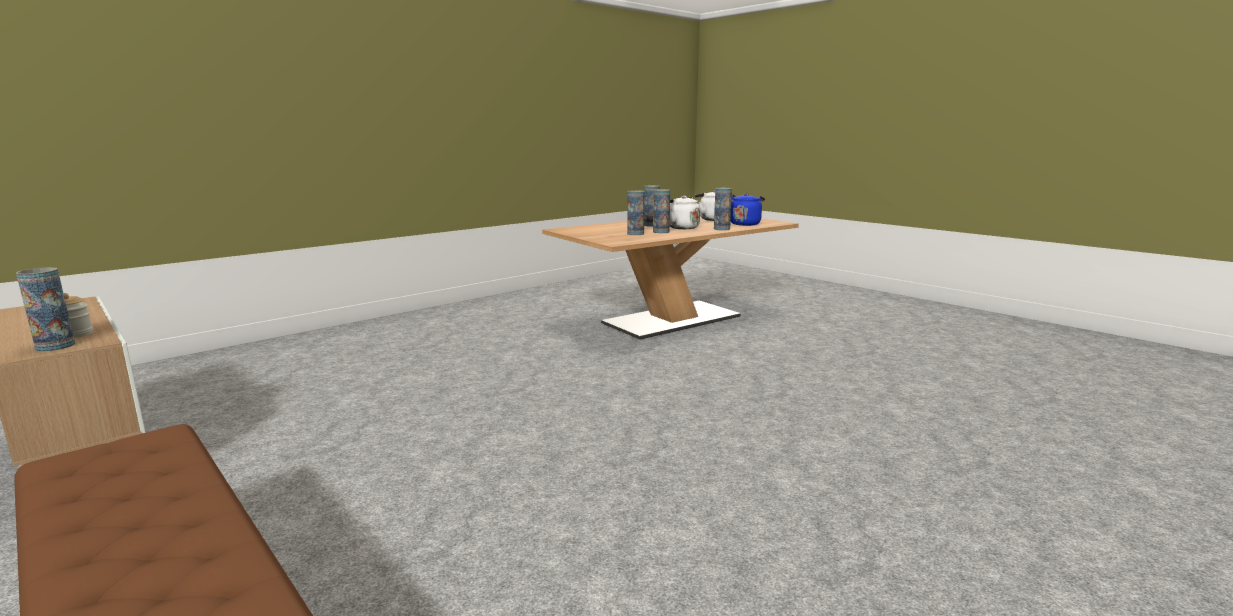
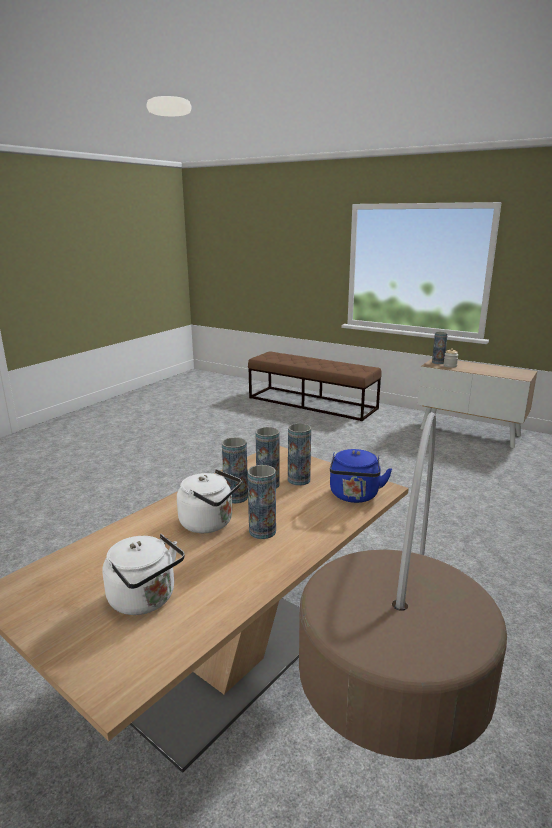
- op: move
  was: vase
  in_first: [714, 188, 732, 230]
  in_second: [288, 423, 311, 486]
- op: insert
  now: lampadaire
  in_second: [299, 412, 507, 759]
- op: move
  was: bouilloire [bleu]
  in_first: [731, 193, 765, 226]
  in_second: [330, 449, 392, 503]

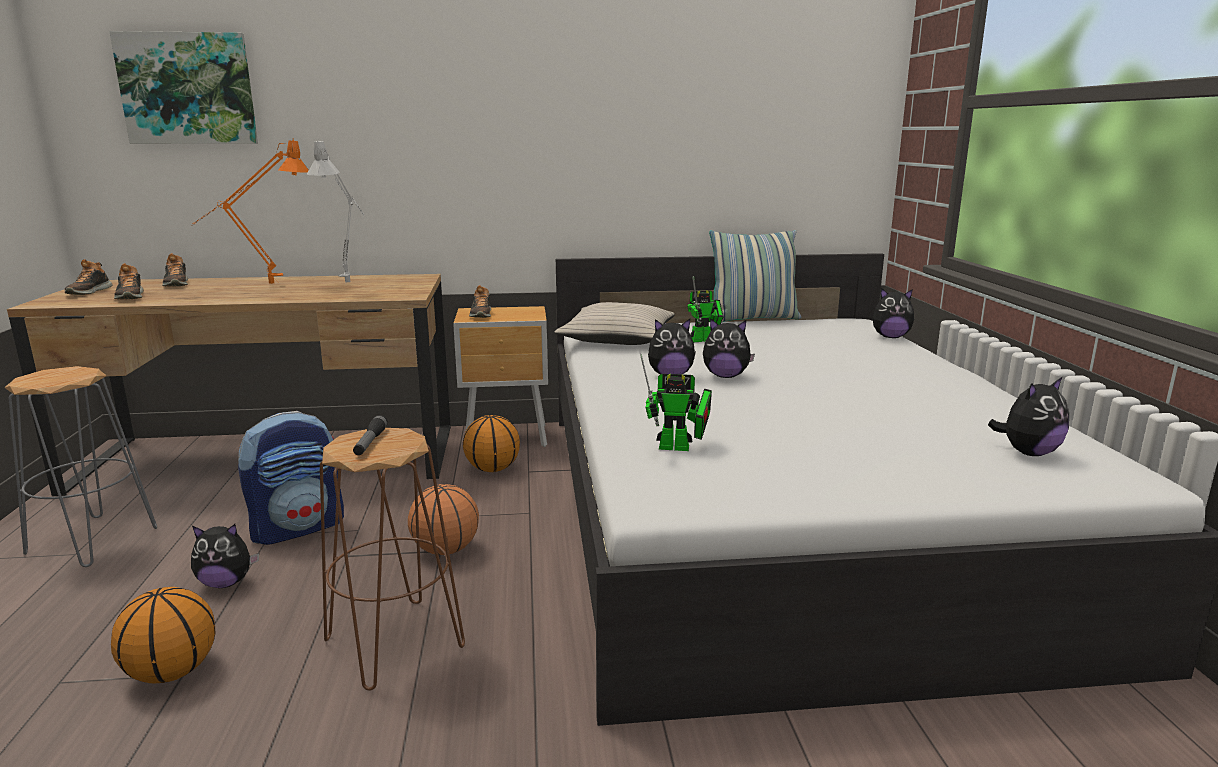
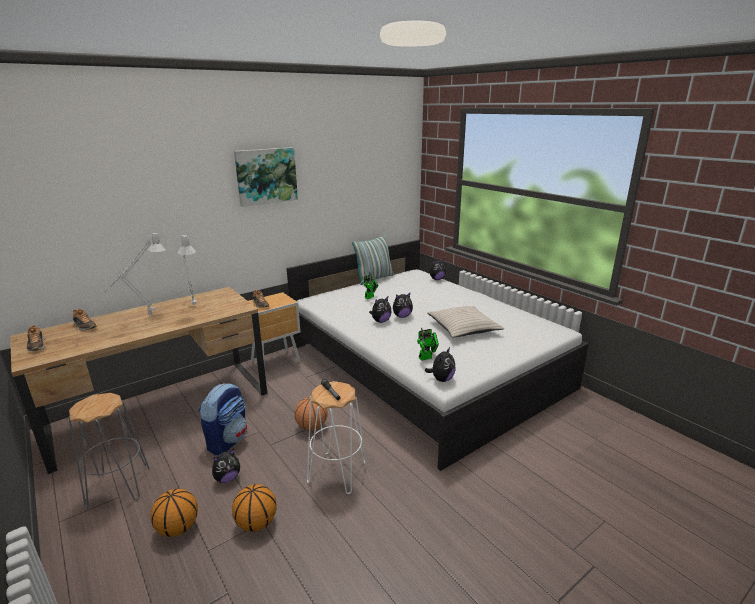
- op: recolor
  was: lampe de table [orange]
  now: lampe de table [gris]
  in_first: [192, 139, 309, 284]
  in_second: [107, 233, 166, 315]
- op: move
  was: ballon de basket
  in_first: [463, 415, 520, 472]
  in_second: [150, 489, 198, 537]
- op: move
  was: tableau
  in_first: [109, 31, 258, 144]
  in_second: [234, 147, 298, 207]
- op: recolor
  was: tabouret [marron]
  now: tabouret [blanc]
  in_first: [320, 428, 465, 691]
  in_second: [307, 381, 366, 494]
- op: move
  was: peluche
  in_first: [988, 376, 1069, 456]
  in_second: [425, 347, 456, 382]
- op: move
  was: coussin [beige]
  in_first: [555, 302, 675, 345]
  in_second: [427, 306, 504, 337]
- op: delete
  was: chaussure
  in_first: [114, 263, 144, 299]

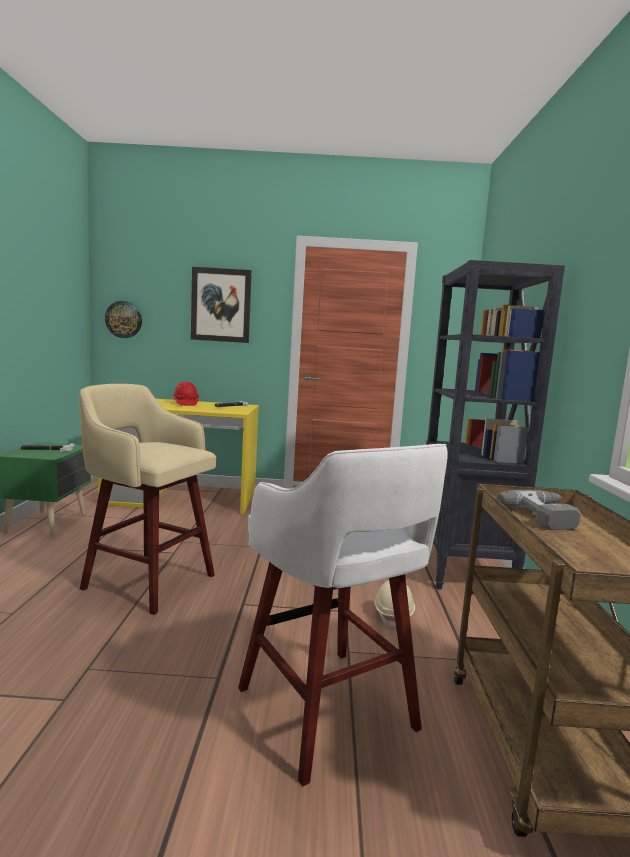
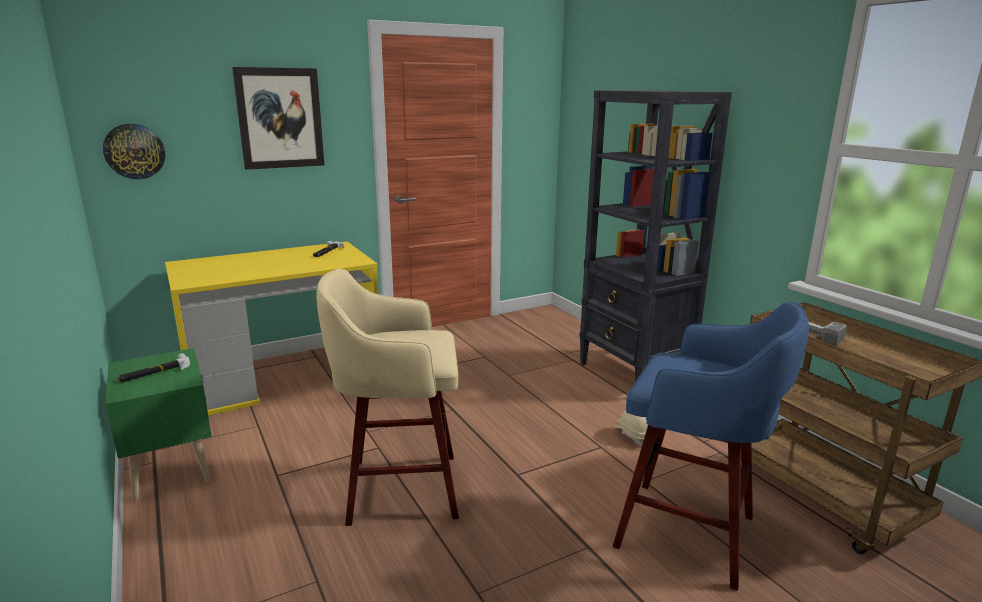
- op: recolor
  was: tabouret [blanc]
  now: tabouret [bleu]
  in_first: [238, 444, 448, 786]
  in_second: [613, 302, 809, 591]
- op: delete
  was: casque de chantier [rouge]
  in_first: [173, 382, 199, 406]

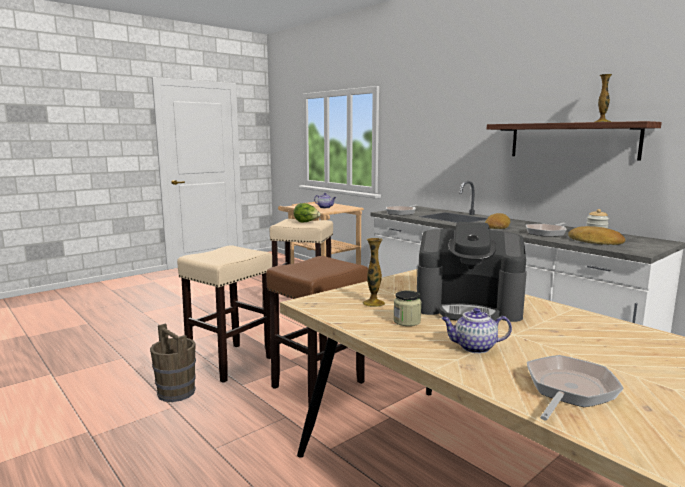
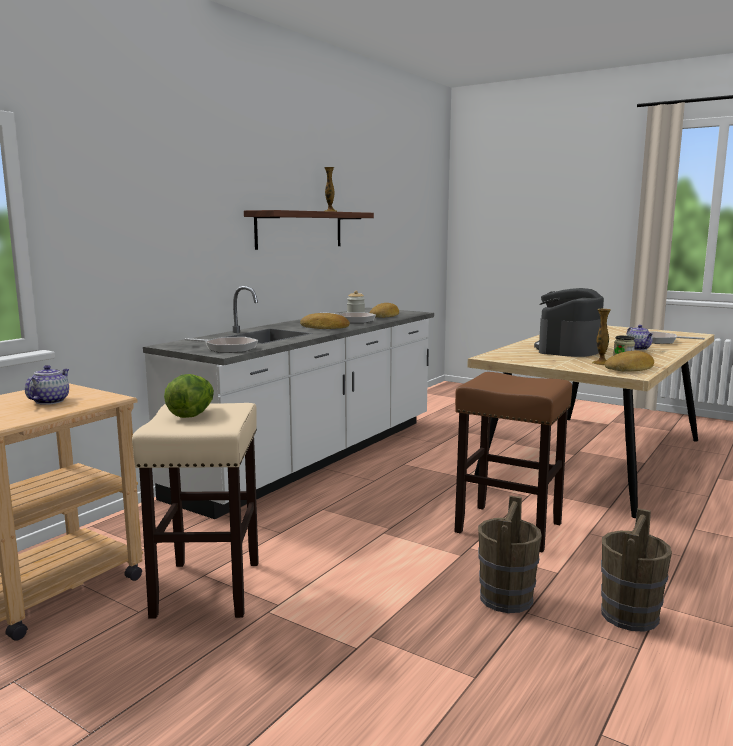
- op: replace
  was: tabouret [beige]
  now: seau [marron]
  in_first: [177, 245, 272, 383]
  in_second: [478, 496, 542, 613]
- op: rotate
  was: machine à café
  in_first: [417, 222, 527, 322]
  in_second: [534, 288, 604, 357]
  clockwise: -150
- op: insert
  now: pain
  in_second: [605, 351, 654, 372]

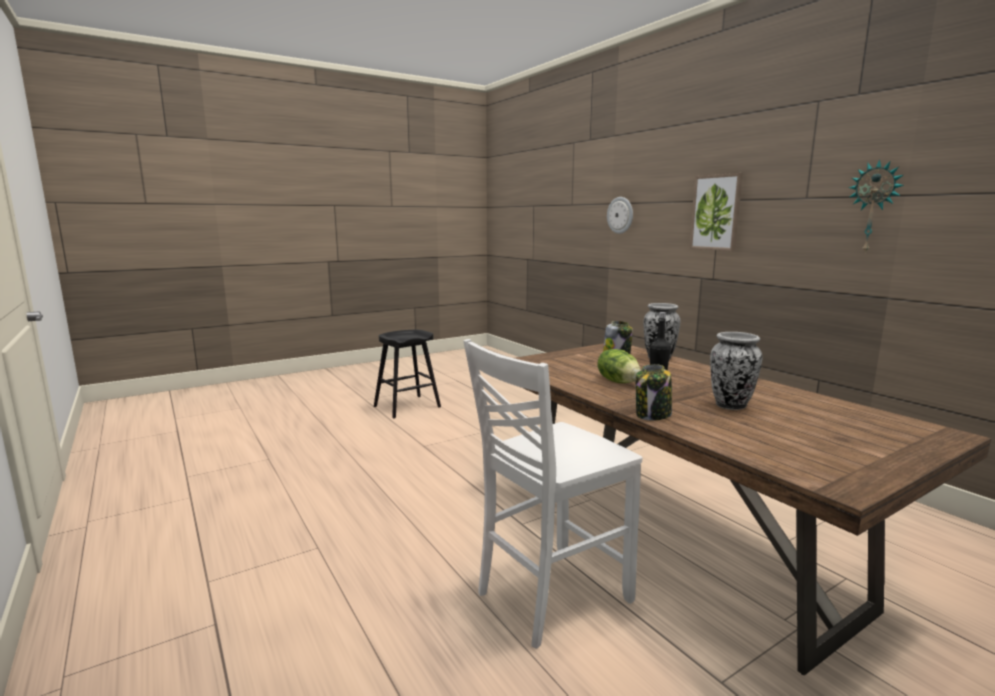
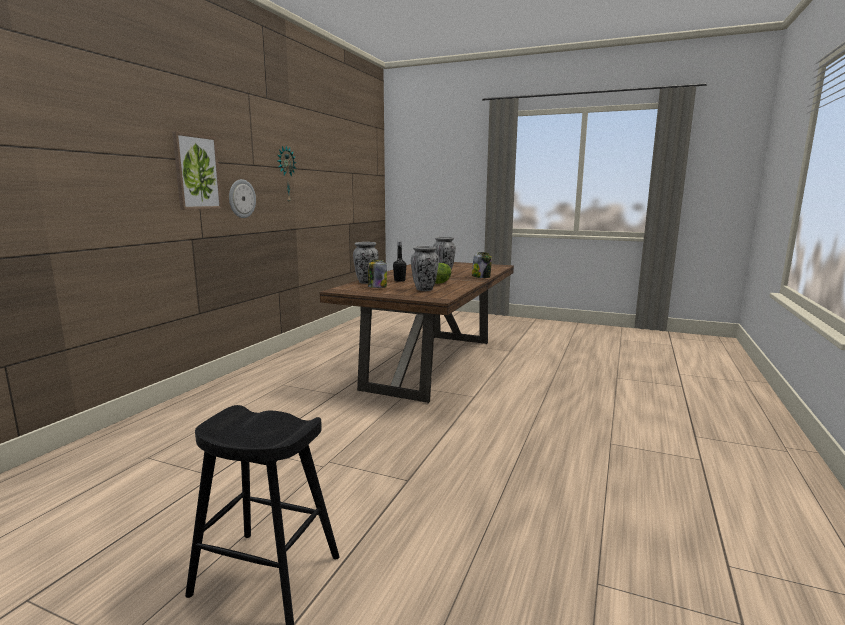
- op: move
  was: horloge murale
  in_first: [607, 197, 633, 234]
  in_second: [229, 179, 256, 218]
- op: insert
  now: vase
  in_second: [411, 246, 439, 291]
- op: delete
  was: chaise [blanc]
  in_first: [463, 339, 642, 649]

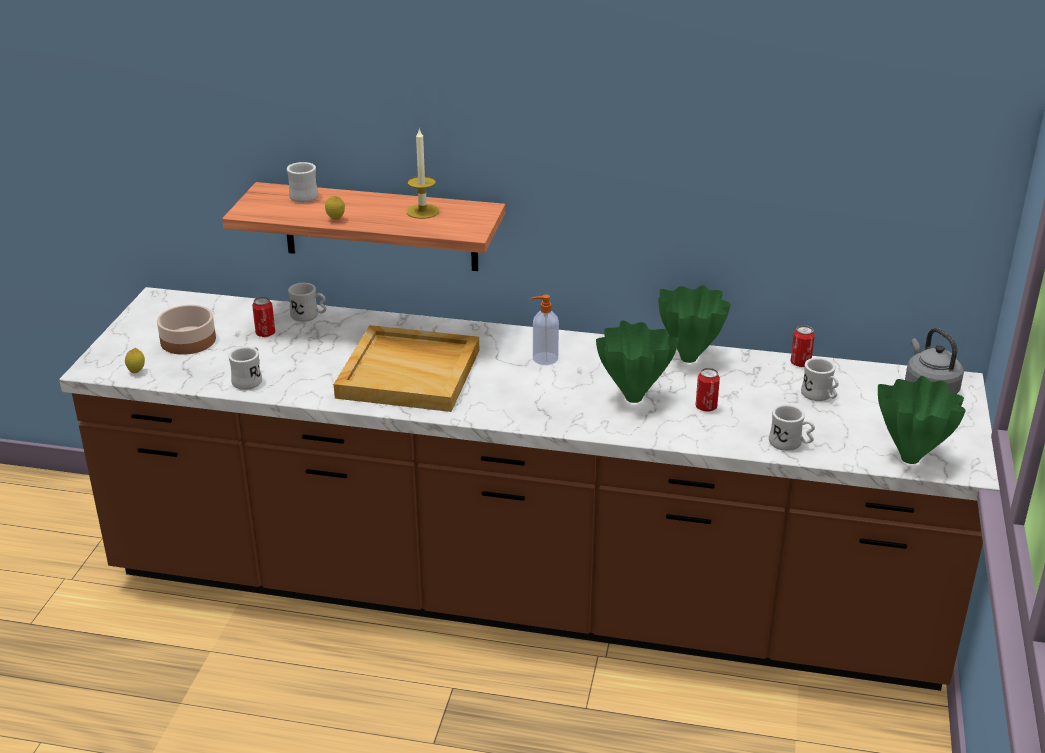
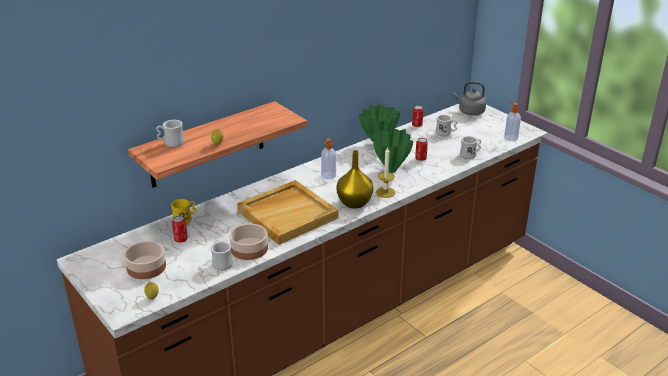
- op: recolor
  was: mug [blanc]
  now: mug [jaune]
  in_first: [288, 283, 327, 322]
  in_second: [171, 199, 196, 225]
- op: insert
  now: bol
  in_second: [229, 224, 268, 260]
- op: insert
  now: vase [jaune]
  in_second: [336, 150, 373, 209]
- op: move
  was: bougie
  in_first: [407, 128, 439, 219]
  in_second: [376, 147, 395, 198]
- op: replace
  was: vase [vert]
  now: distributeur de savon
  in_first: [878, 376, 966, 464]
  in_second: [504, 101, 521, 141]

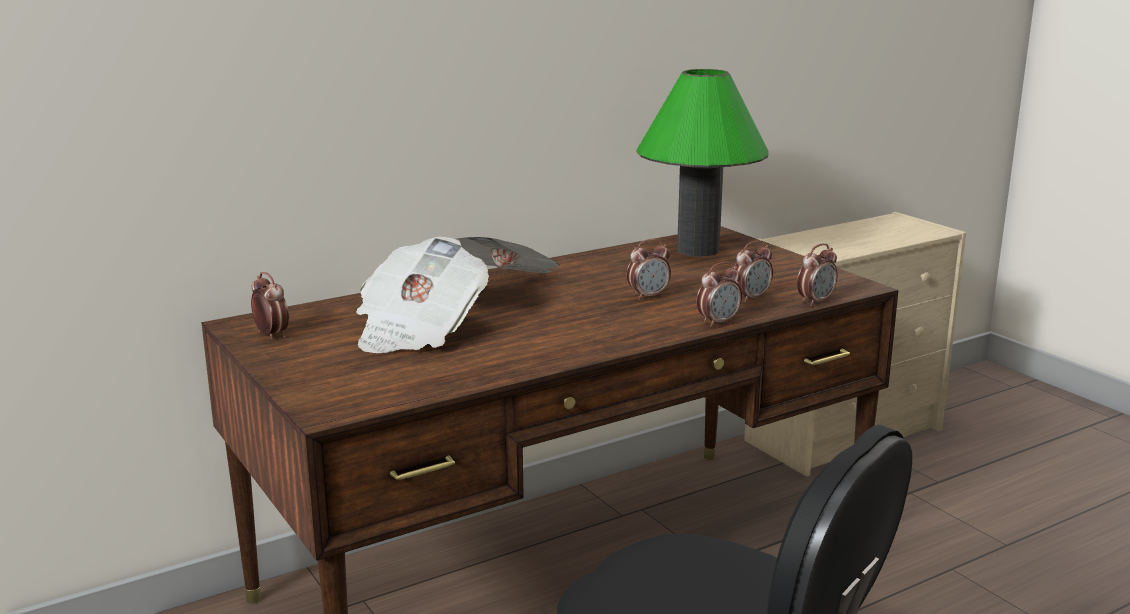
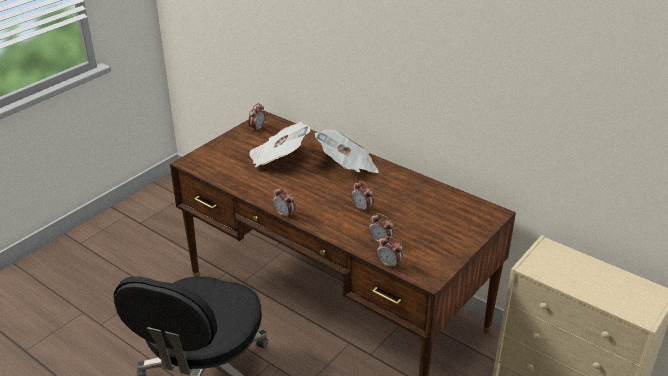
- op: move
  was: réveil
  in_first: [696, 262, 742, 327]
  in_second: [273, 187, 296, 219]
- op: delete
  was: lampe de table [vert]
  in_first: [636, 69, 769, 257]

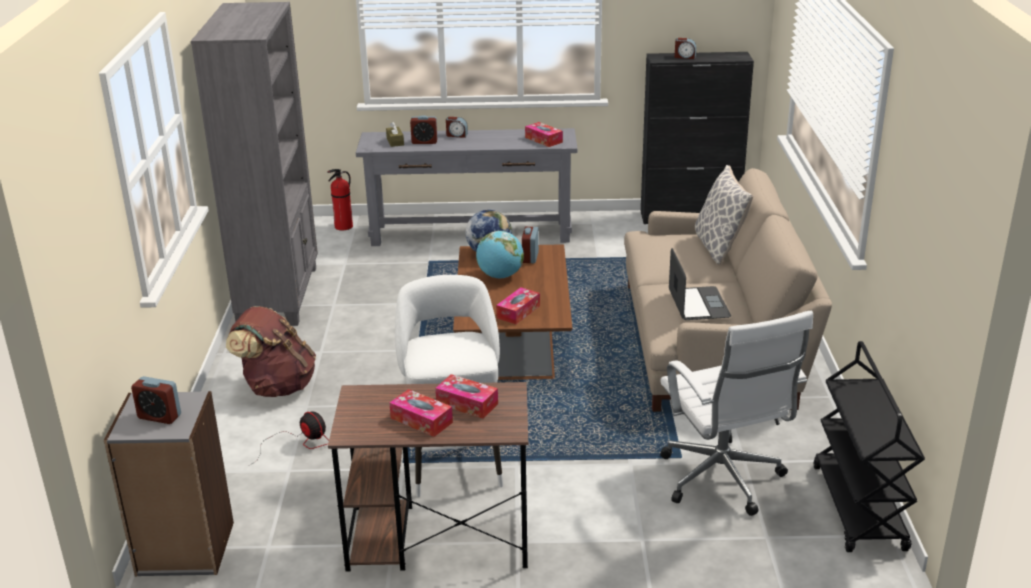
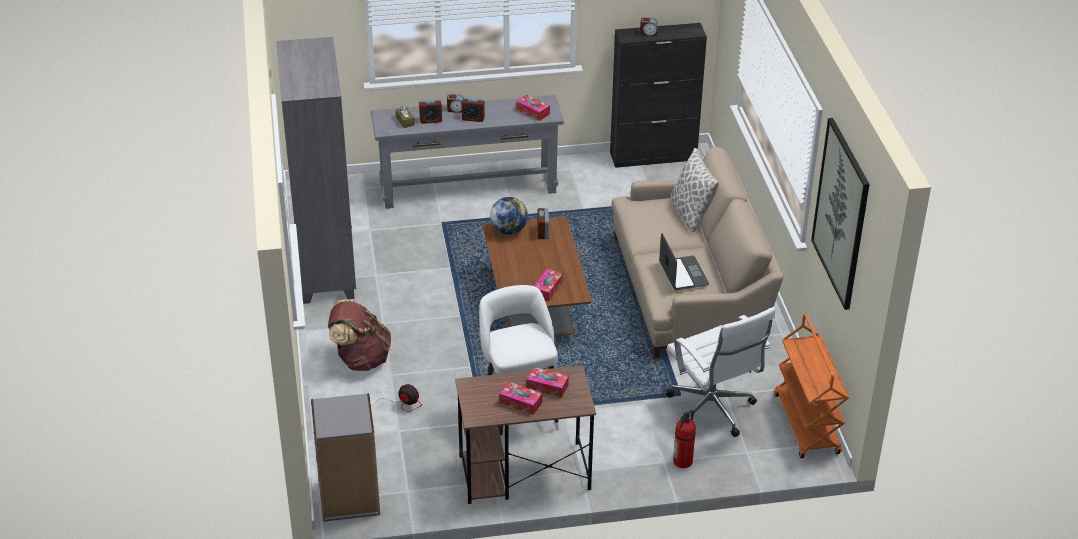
- op: move
  was: réveil
  in_first: [131, 376, 181, 424]
  in_second: [462, 97, 485, 122]
- op: move
  was: extincteur
  in_first: [327, 169, 353, 230]
  in_second: [673, 410, 696, 468]
- op: recolor
  was: chariot [noir]
  now: chariot [orange]
  in_first: [813, 341, 925, 552]
  in_second: [774, 314, 849, 458]
- op: insert
  now: tableau
  in_second: [811, 118, 870, 310]
- op: delete
  was: globe
  in_first: [476, 231, 524, 278]

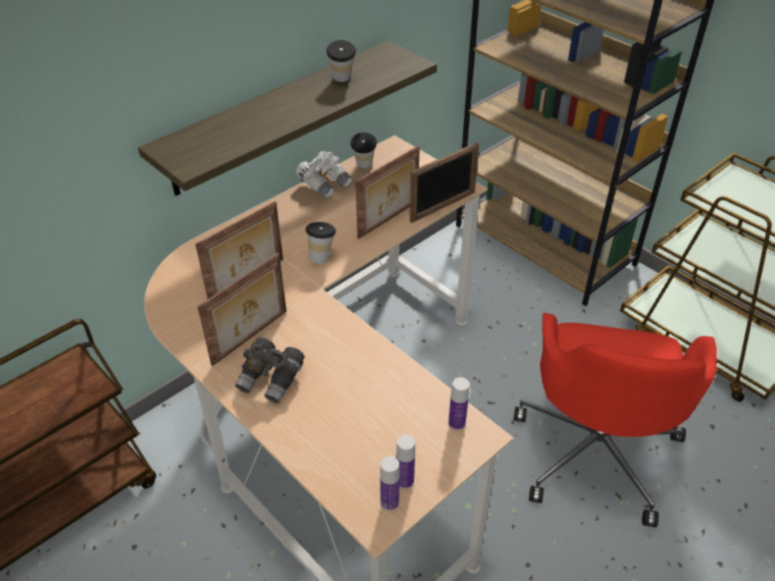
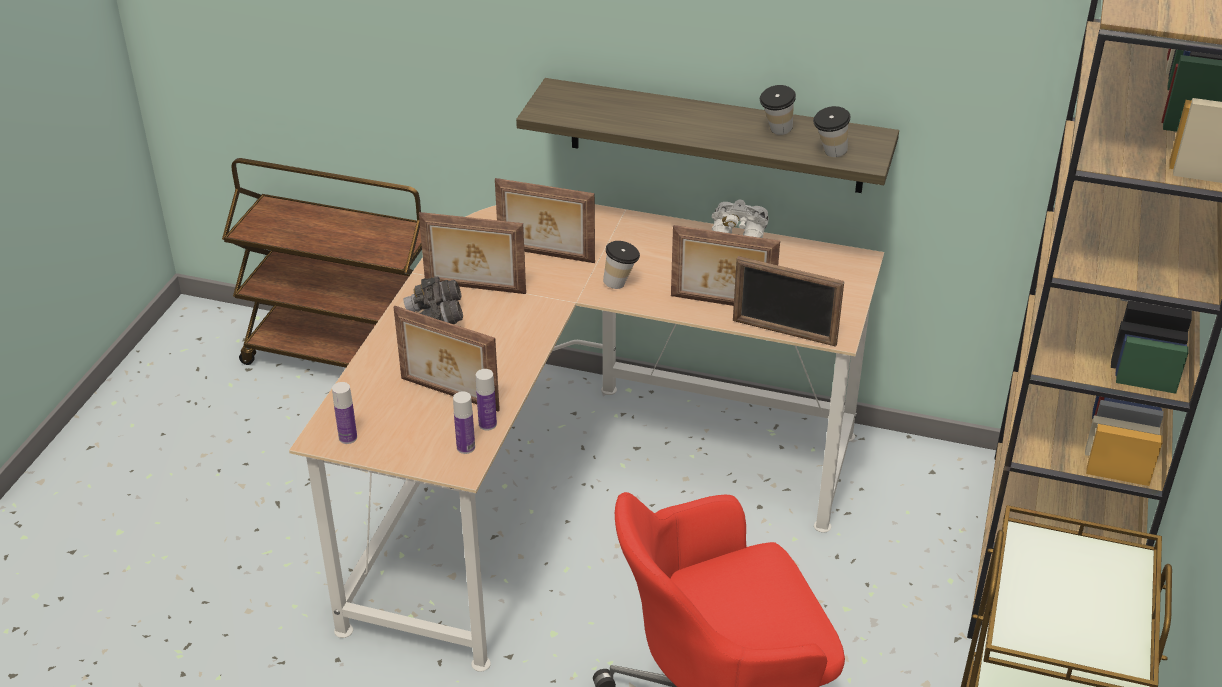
- op: insert
  now: cadre photo
  in_second: [394, 306, 500, 412]
- op: move
  was: bouteille
  in_first: [396, 435, 415, 489]
  in_second: [476, 369, 497, 430]
- op: move
  was: tasse
  in_first: [350, 133, 377, 168]
  in_second: [813, 106, 850, 157]

